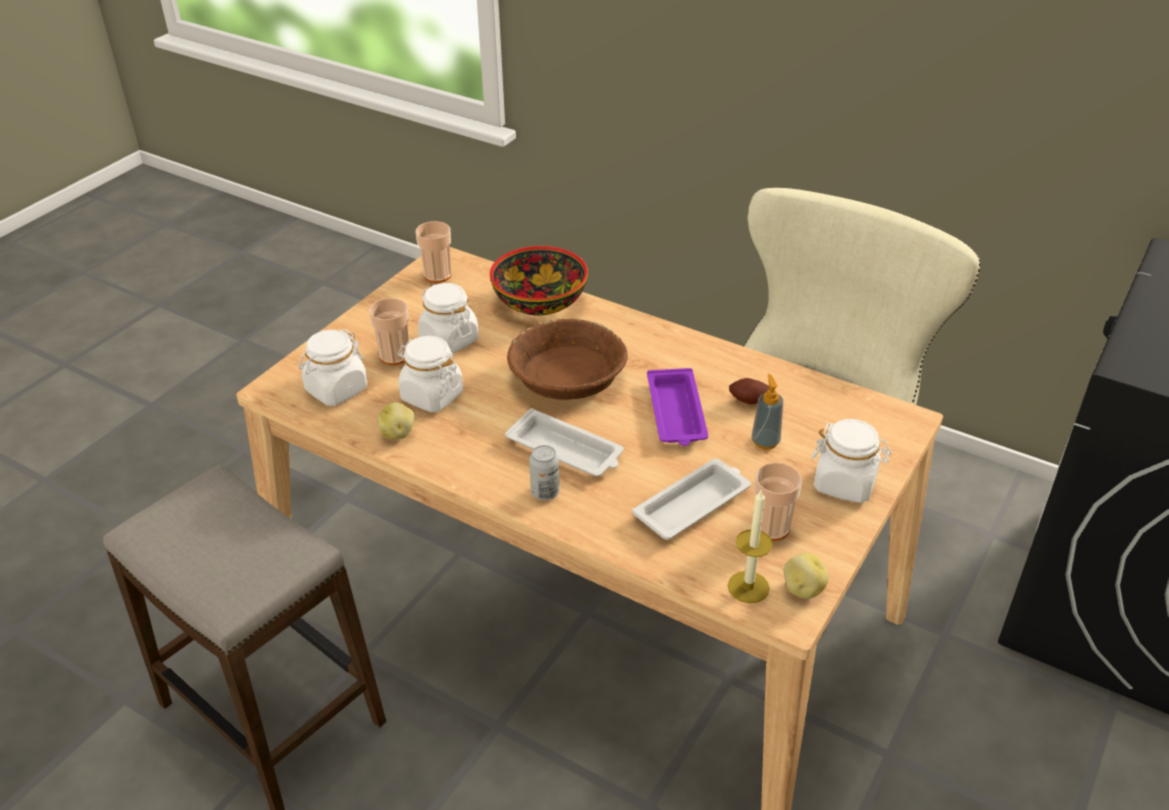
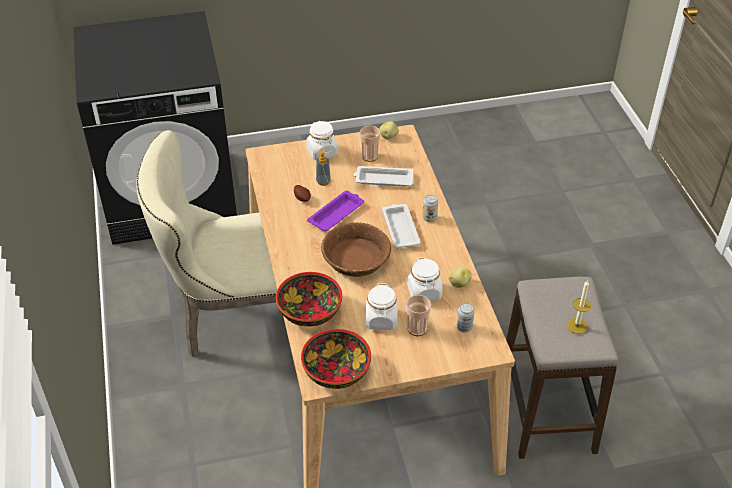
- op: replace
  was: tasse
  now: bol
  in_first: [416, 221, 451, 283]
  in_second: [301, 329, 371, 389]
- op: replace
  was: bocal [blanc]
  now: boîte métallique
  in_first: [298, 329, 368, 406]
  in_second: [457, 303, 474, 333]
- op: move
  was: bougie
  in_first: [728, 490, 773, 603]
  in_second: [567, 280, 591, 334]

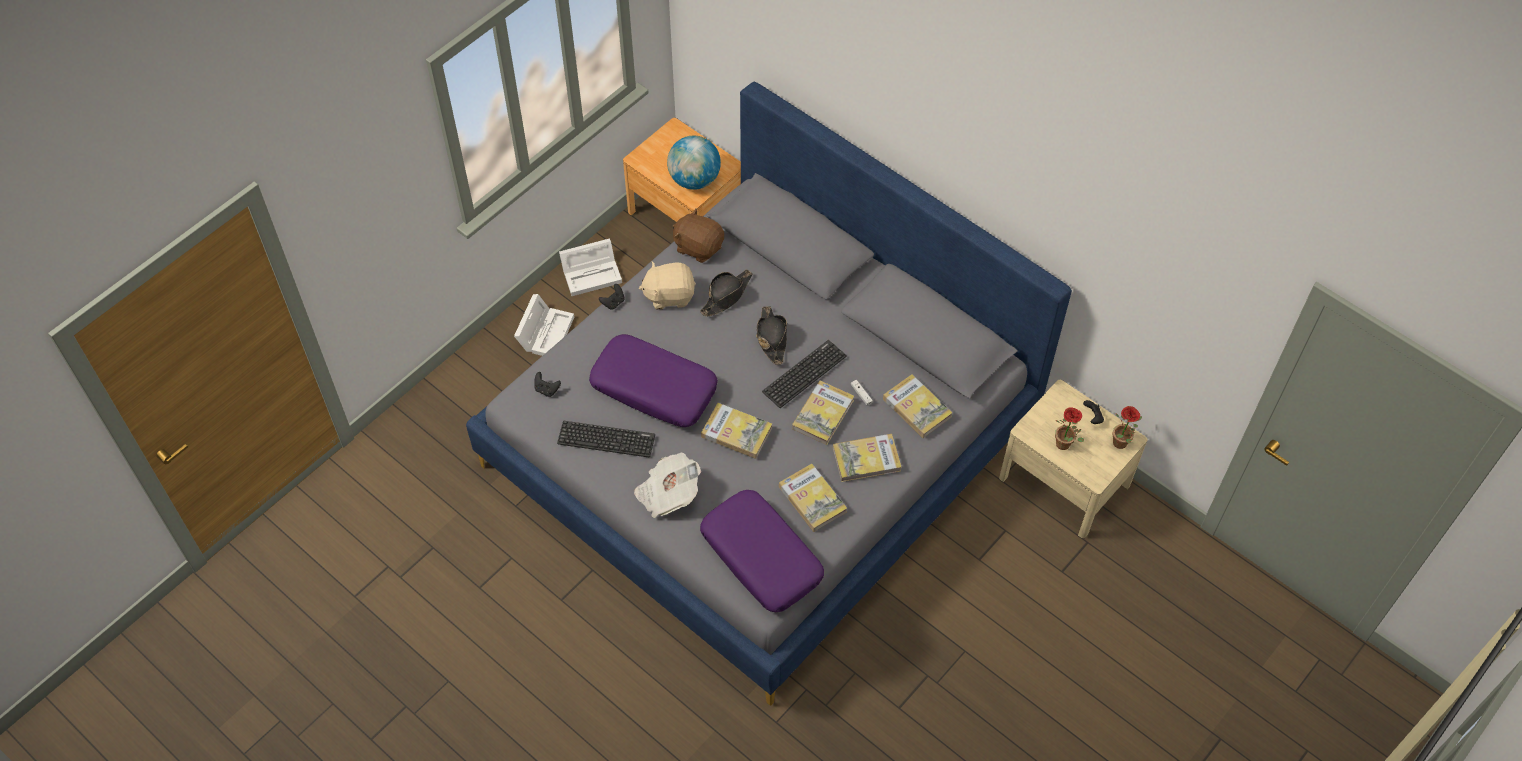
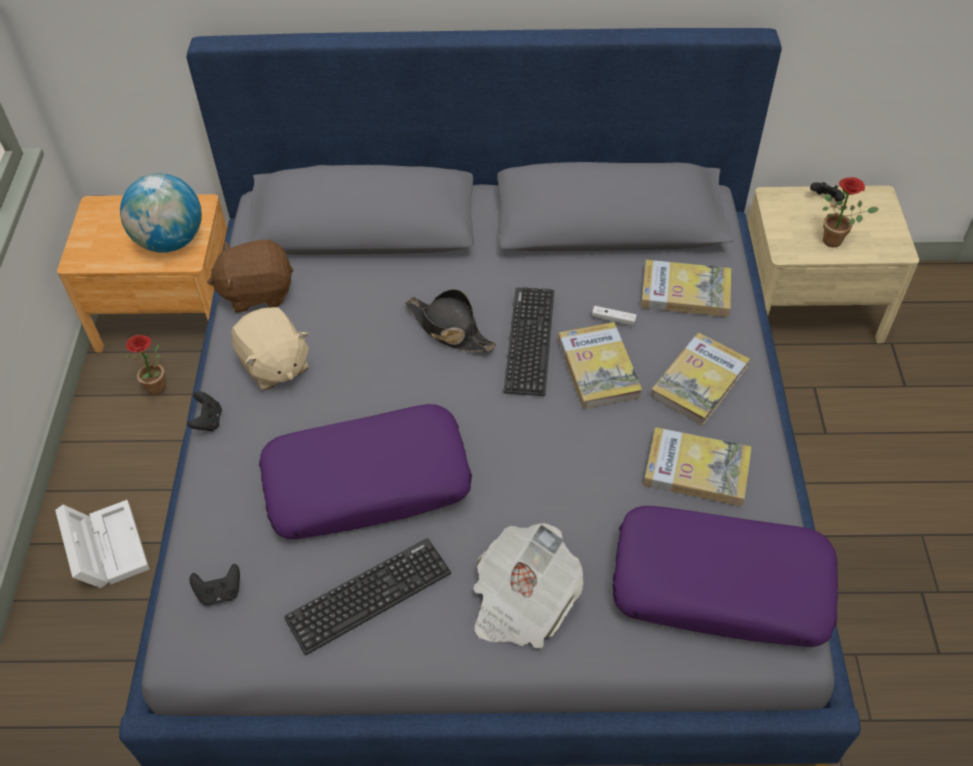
- op: move
  was: plante en pot
  in_first: [1112, 406, 1142, 449]
  in_second: [124, 335, 165, 395]
- op: rotate
  was: peluche [beige]
  in_first: [639, 261, 696, 310]
  in_second: [231, 307, 309, 390]
  clockwise: -75
- op: delete
  was: boîte de rangement [blanc]
  in_first: [559, 239, 622, 296]
- op: delete
  was: chapeau [noir]
  in_first: [700, 269, 753, 317]
- op: delete
  was: livre
  in_first: [701, 403, 772, 459]

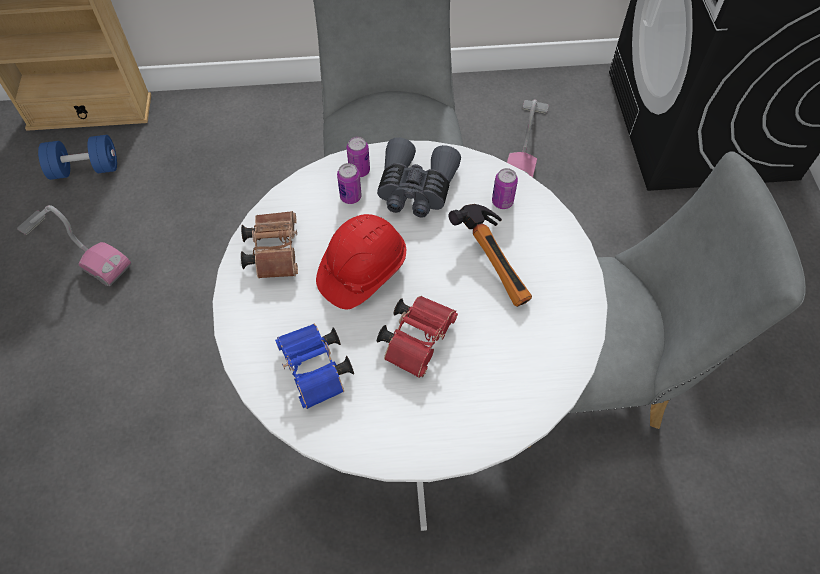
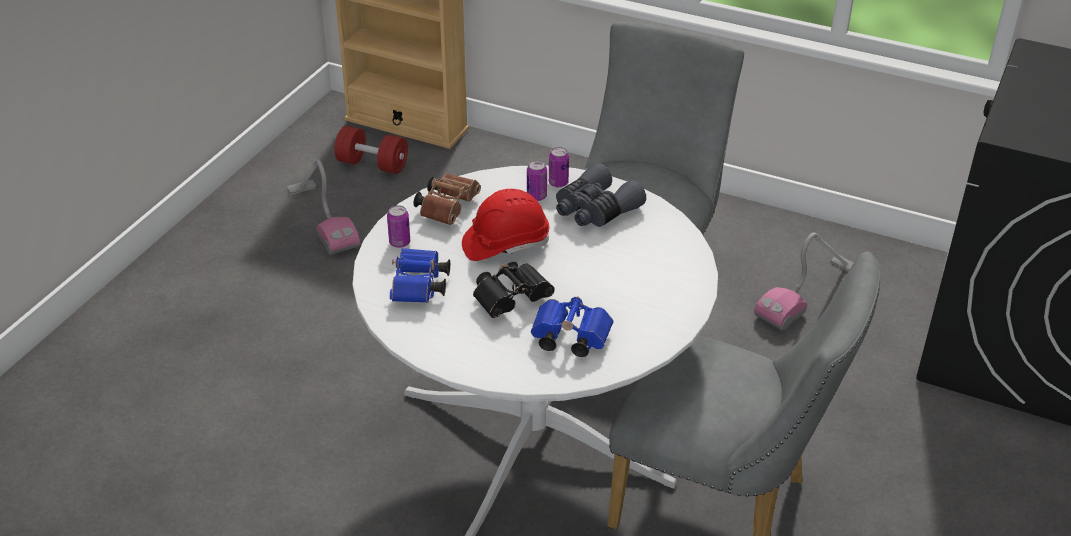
- op: recolor
  was: haltère [bleu]
  now: haltère [rouge]
  in_first: [38, 135, 117, 180]
  in_second: [335, 126, 408, 174]
- op: move
  was: boîte métallique
  in_first: [492, 168, 518, 209]
  in_second: [387, 205, 410, 248]
- op: recolor
  was: jumelles [rouge]
  now: jumelles [noir]
  in_first: [377, 296, 458, 378]
  in_second: [473, 262, 555, 318]
- op: insert
  now: jumelles [bleu]
  in_second: [531, 297, 613, 357]
- op: delete
  was: marteau
  in_first: [449, 204, 532, 307]

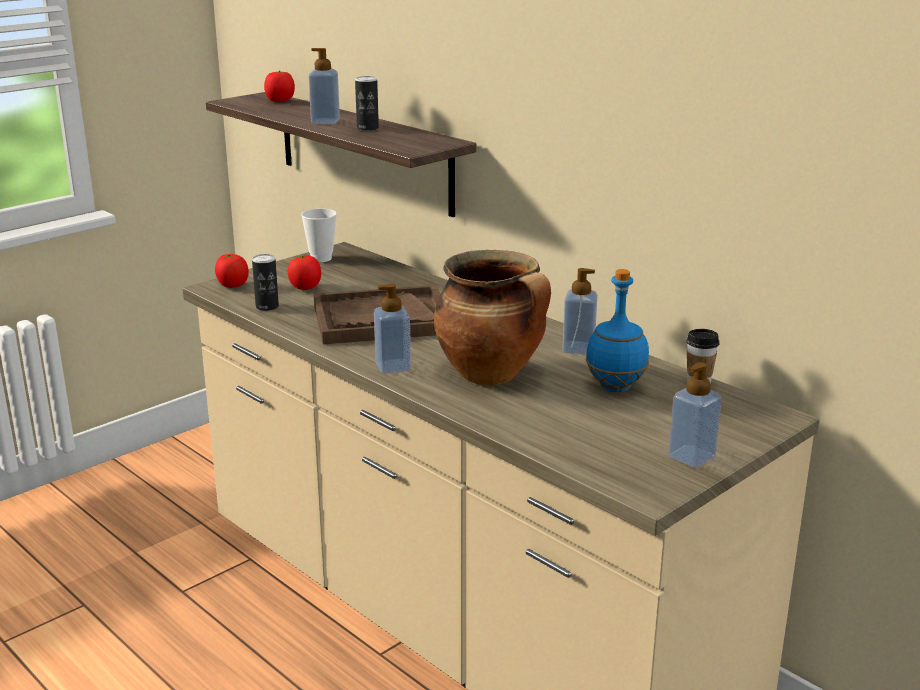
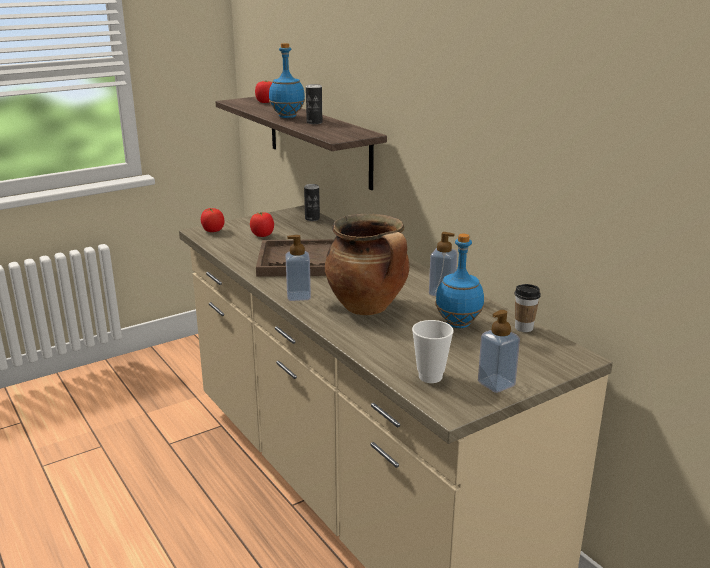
- op: replace
  was: distributeur de savon
  now: bouteille [bleu]
  in_first: [309, 48, 340, 125]
  in_second: [269, 43, 305, 118]
- op: move
  was: boîte métallique
  in_first: [252, 254, 279, 311]
  in_second: [304, 184, 320, 221]
- op: move
  was: tasse
  in_first: [301, 208, 337, 262]
  in_second: [412, 320, 454, 383]

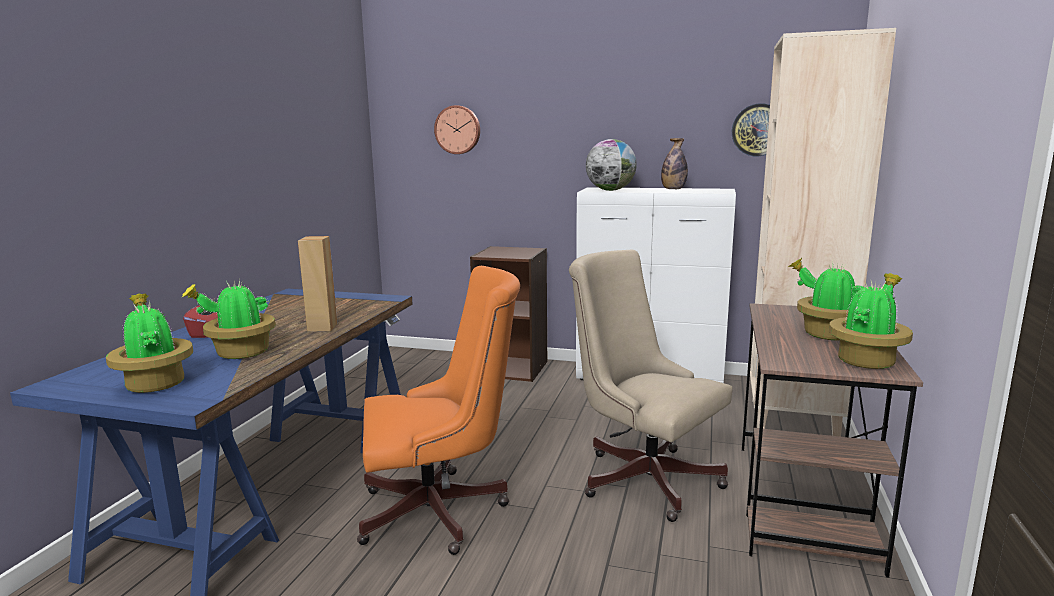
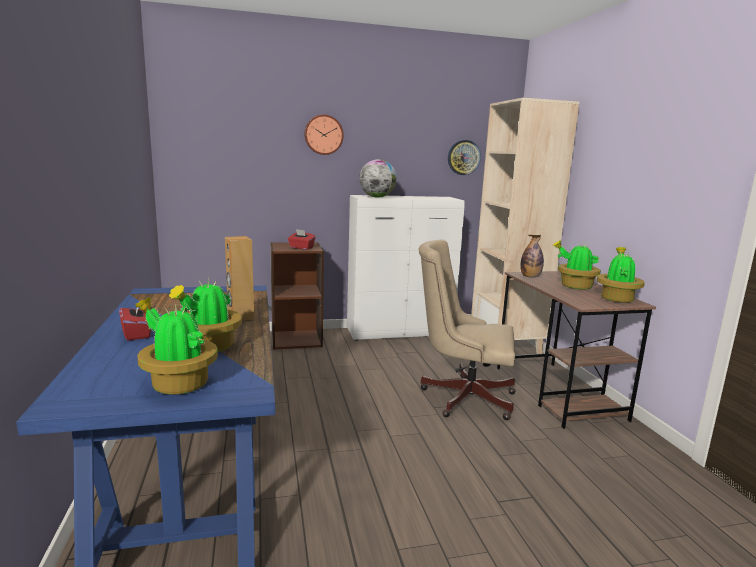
- op: insert
  now: boîte à mouchoirs [rouge]
  in_second: [288, 229, 316, 250]
- op: move
  was: horloge murale
  in_first: [434, 105, 480, 154]
  in_second: [304, 114, 344, 155]
- op: move
  was: bouteille
  in_first: [661, 138, 688, 189]
  in_second: [520, 235, 544, 278]
- op: delete
  was: chaise de bureau [orange]
  in_first: [357, 266, 520, 555]

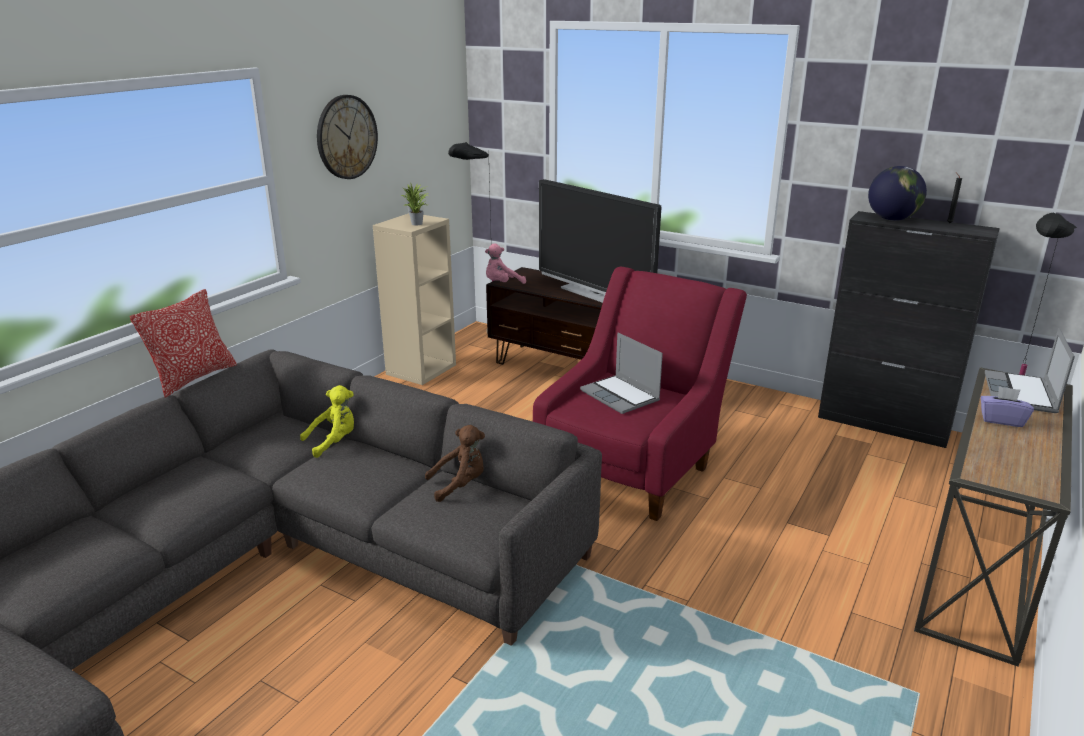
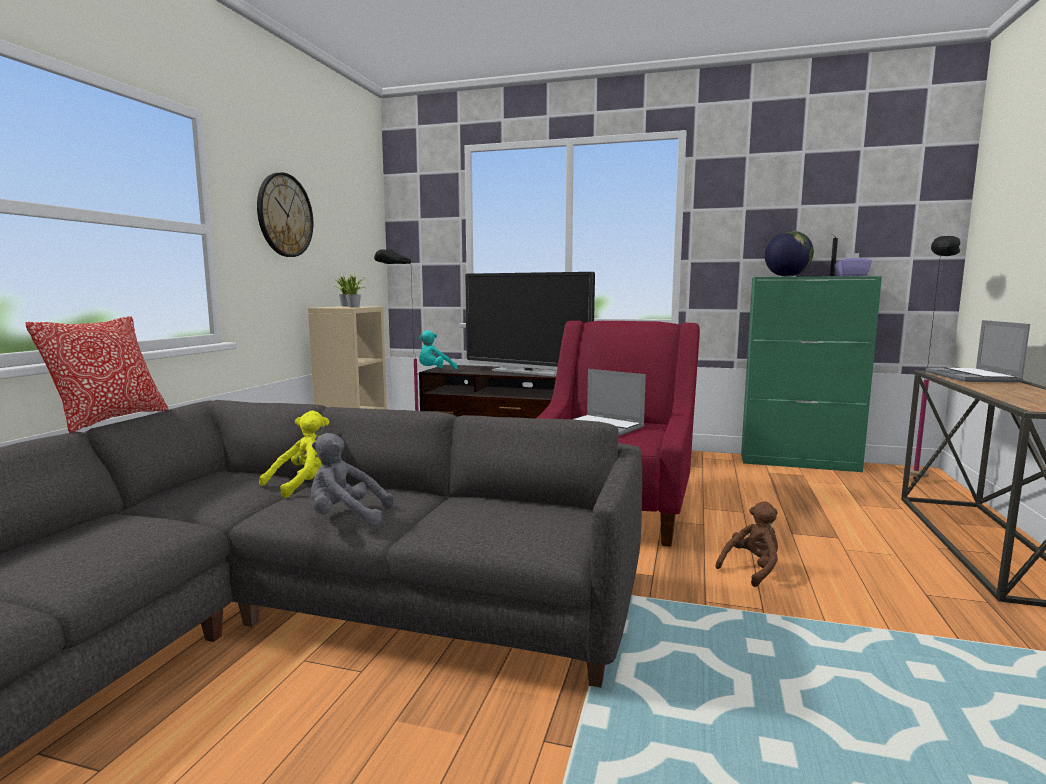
- op: insert
  now: peluche [gris]
  in_second: [311, 433, 394, 526]
- op: recolor
  was: peluche [rose]
  now: peluche [turquoise]
  in_first: [485, 243, 526, 284]
  in_second: [419, 330, 458, 370]
- op: move
  was: peluche [marron]
  in_first: [425, 425, 485, 502]
  in_second: [715, 501, 778, 587]
- op: recolor
  was: meuble de rangement [noir]
  now: meuble de rangement [vert]
  in_first: [818, 211, 1000, 448]
  in_second: [741, 276, 882, 472]
- op: move
  was: boîte à mouchoirs [violet]
  in_first: [980, 386, 1034, 427]
  in_second: [834, 253, 872, 277]

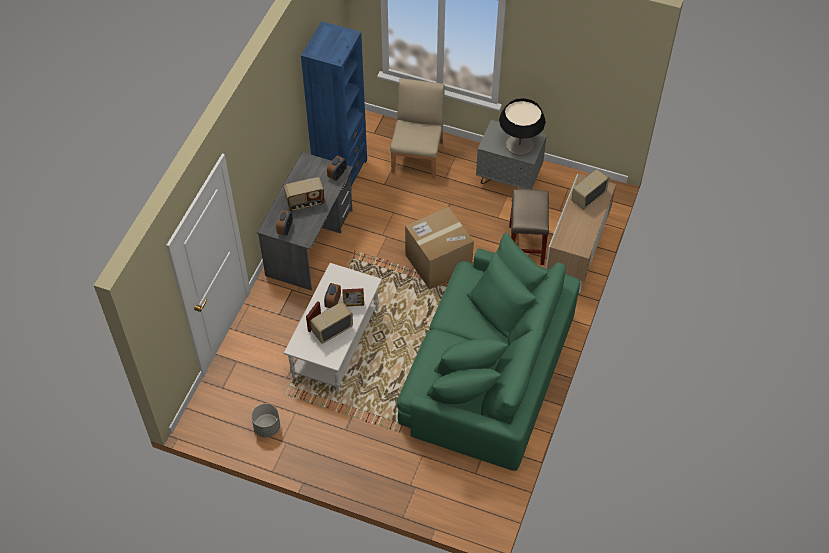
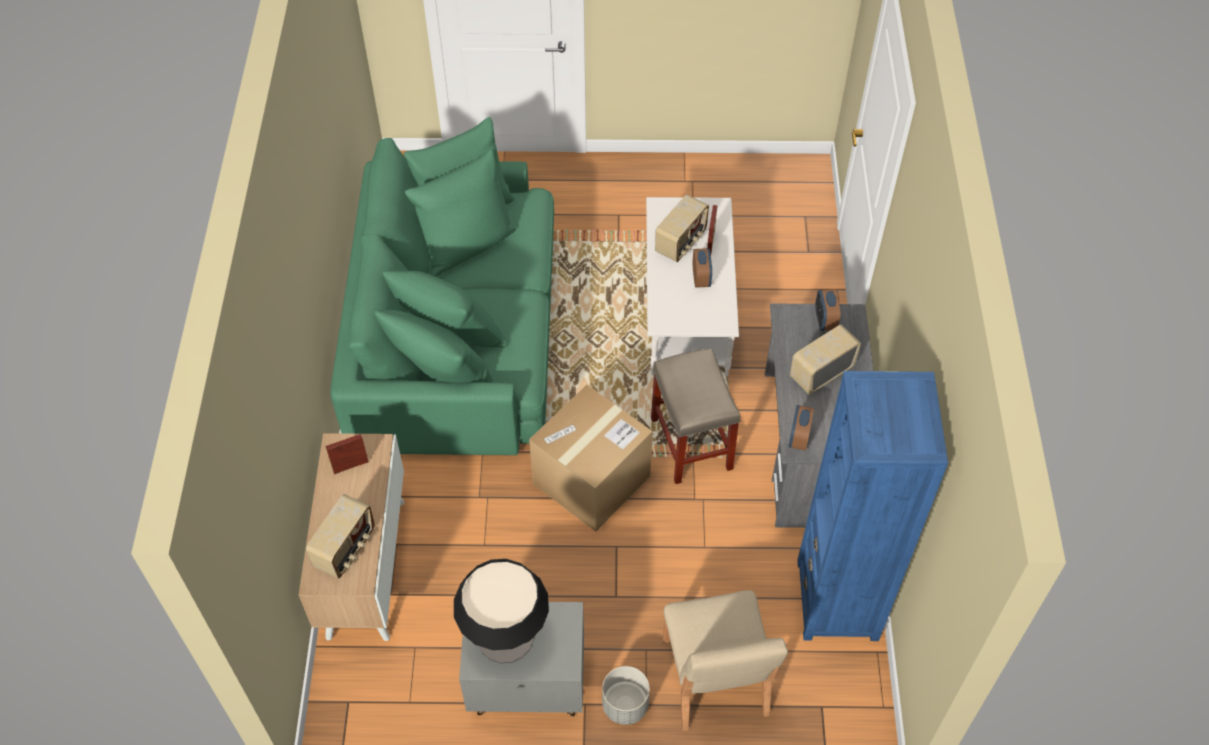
- op: move
  was: cadre photo
  in_first: [342, 288, 364, 306]
  in_second: [325, 434, 369, 474]
- op: move
  was: cache-pot [gris]
  in_first: [251, 403, 280, 437]
  in_second: [602, 666, 650, 725]
- op: move
  was: tabouret [beige]
  in_first: [509, 189, 549, 265]
  in_second: [651, 348, 740, 484]

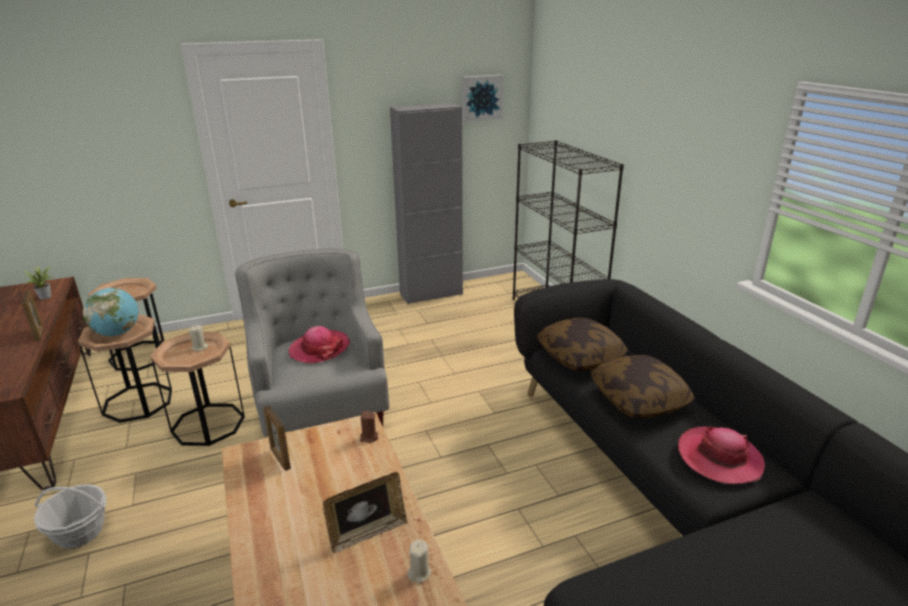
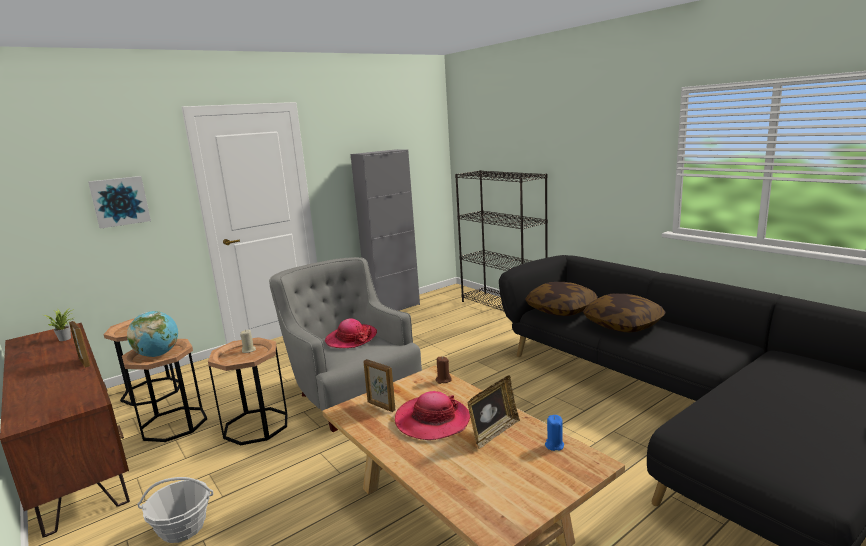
- op: move
  was: tableau
  in_first: [462, 75, 503, 122]
  in_second: [88, 176, 151, 229]
- op: move
  was: chapeau
  in_first: [678, 426, 765, 484]
  in_second: [395, 391, 470, 440]
- op: recolor
  was: bougie [beige]
  now: bougie [bleu]
  in_first: [407, 540, 431, 583]
  in_second: [545, 415, 564, 451]

